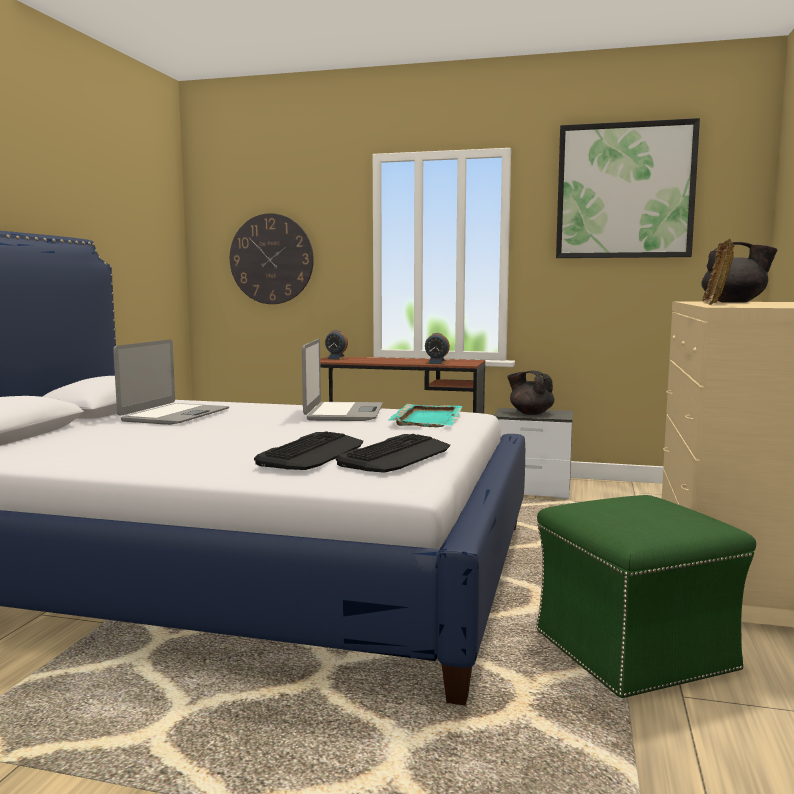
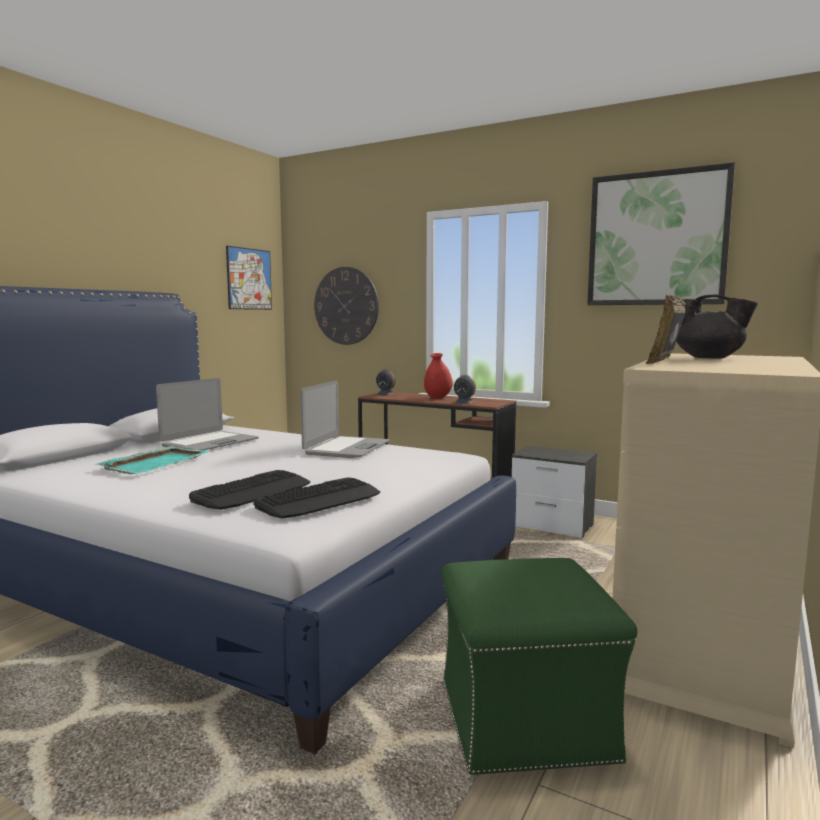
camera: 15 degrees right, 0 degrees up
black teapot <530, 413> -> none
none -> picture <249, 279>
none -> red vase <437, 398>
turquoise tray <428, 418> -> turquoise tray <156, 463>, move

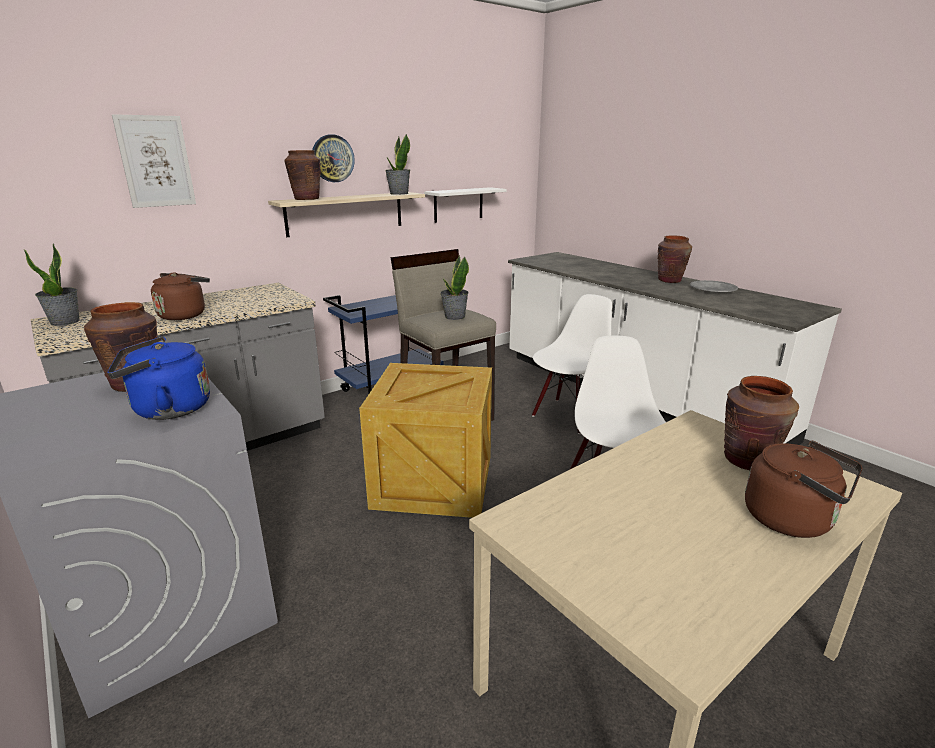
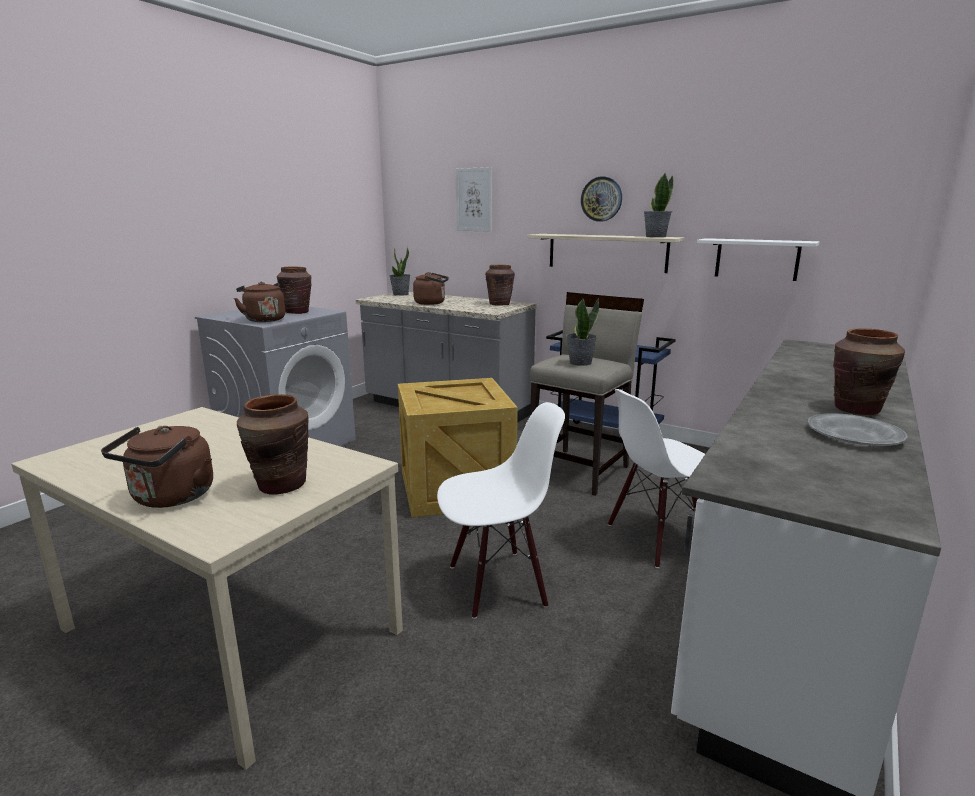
camera: 70 degrees right, 5 degrees down
brown vase <306, 199> -> brown vase <499, 304>, move
blue kettle <167, 410> -> brown kettle <264, 319>
white chair <568, 416> -> white chair <656, 538>, 135 degrees clockwise

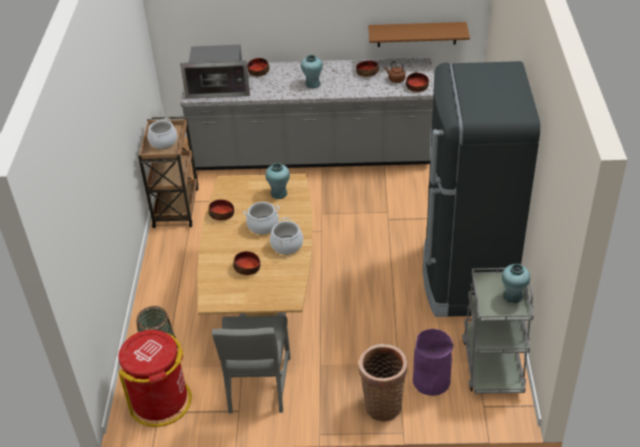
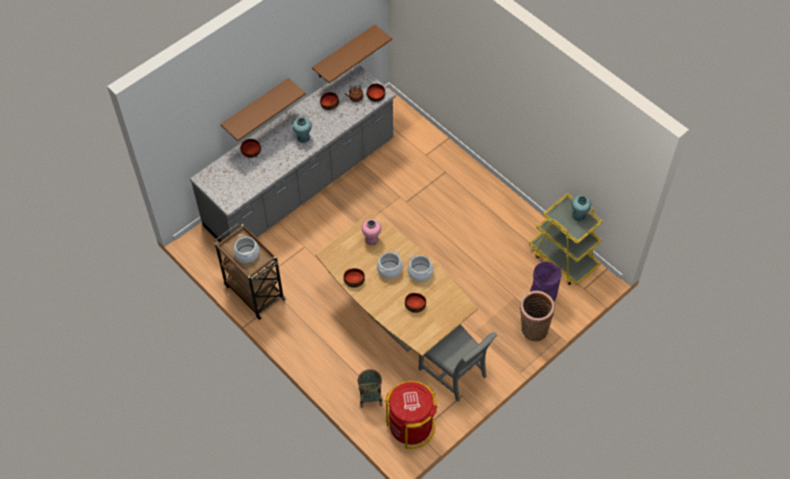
camera: 45 degrees left, 15 degrees up
microwave <219, 87> -> none
black fridge <466, 279> -> none
none -> brown shelf <256, 107>
turquoise vase <279, 193> -> pink vase <371, 239>
grey cart <492, 363> -> yellow cart <563, 259>

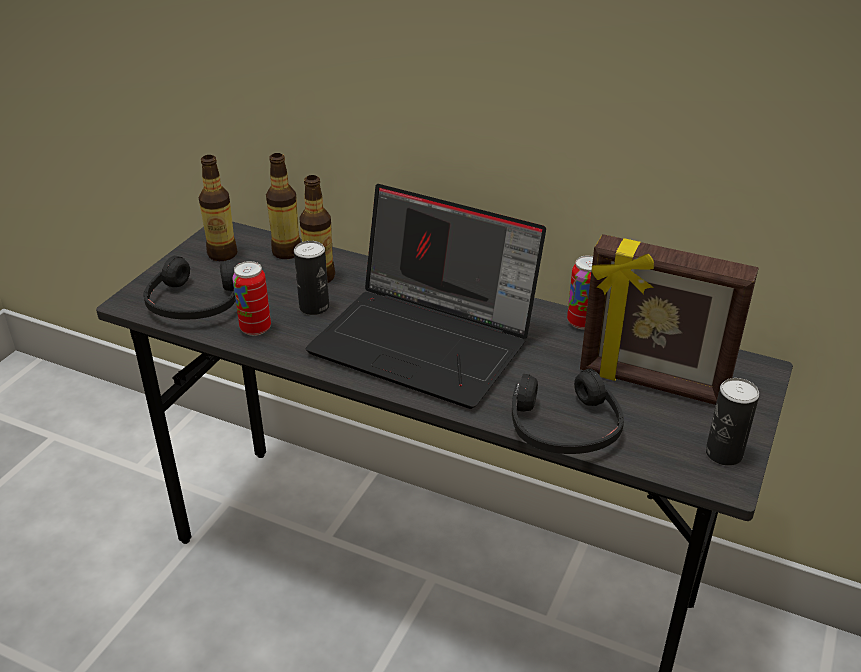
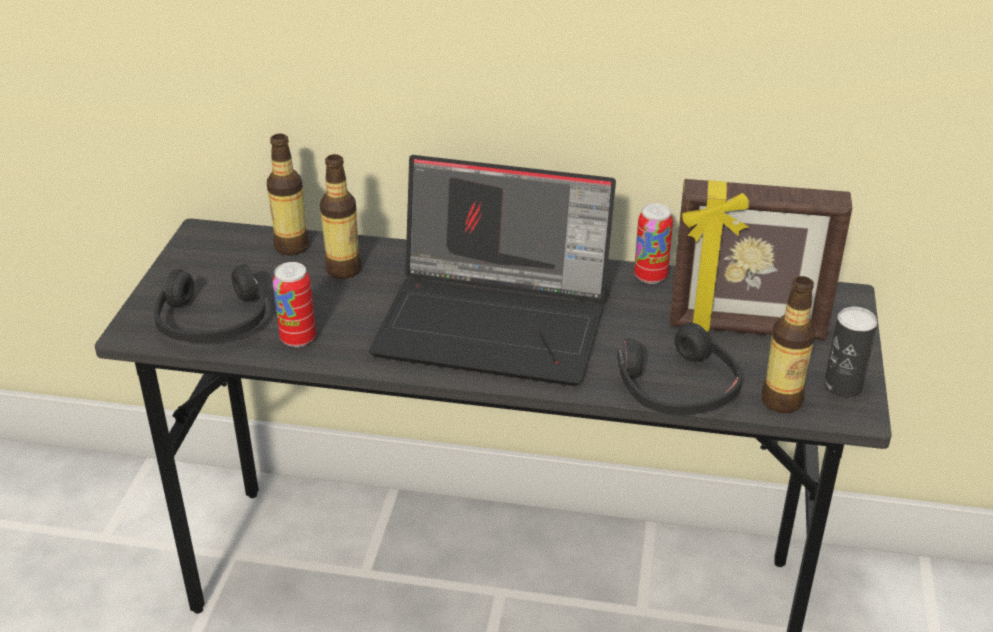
camera: 15 degrees left, 0 degrees up
can <314, 307> -> none
bottle <222, 254> -> bottle <781, 401>, move

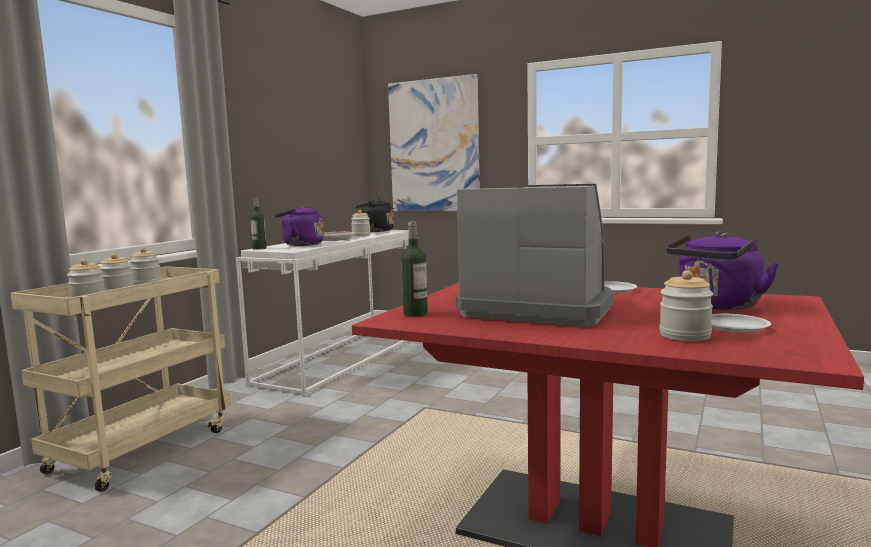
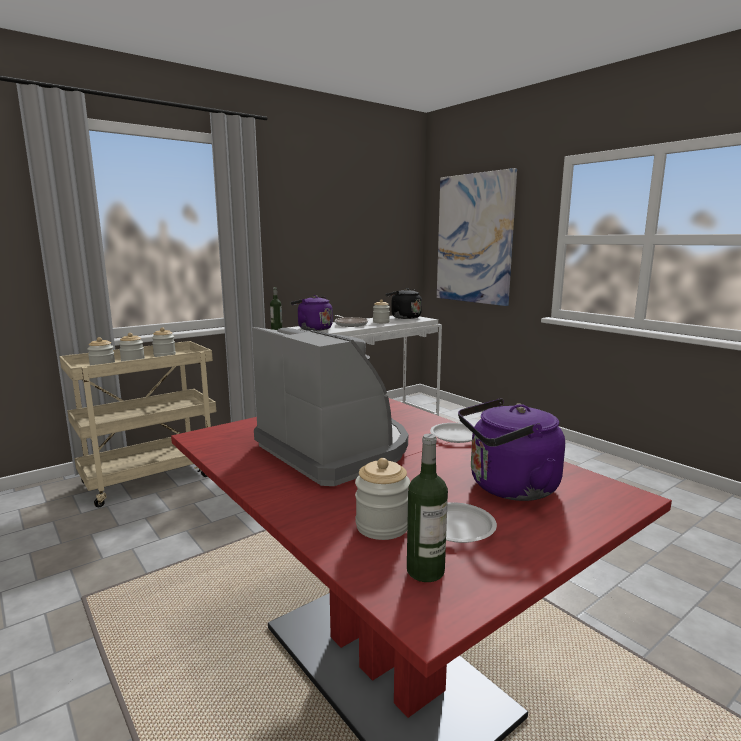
camera: 25 degrees right, 5 degrees up
bottle <415, 314> -> bottle <425, 571>, move

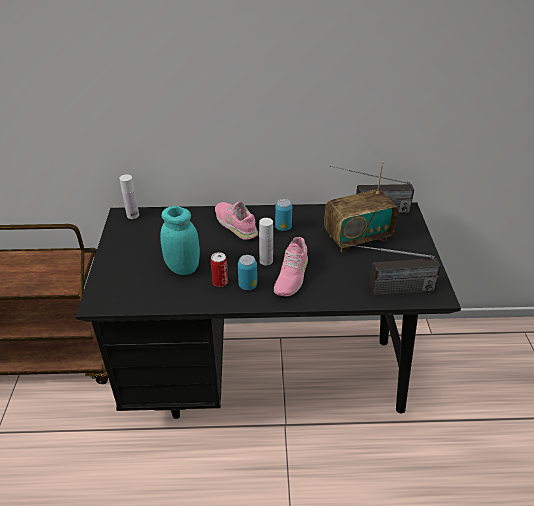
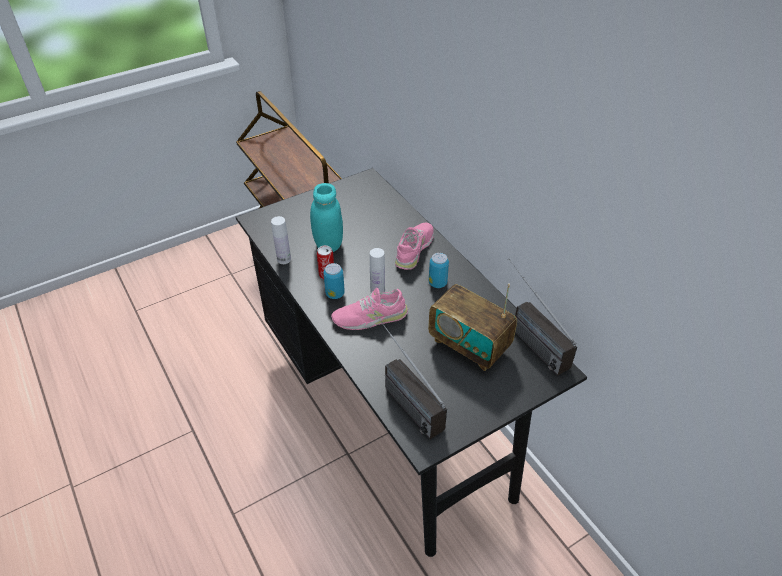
camera: 60 degrees right, 5 degrees up
white bottle <133, 215> -> white bottle <284, 259>, move

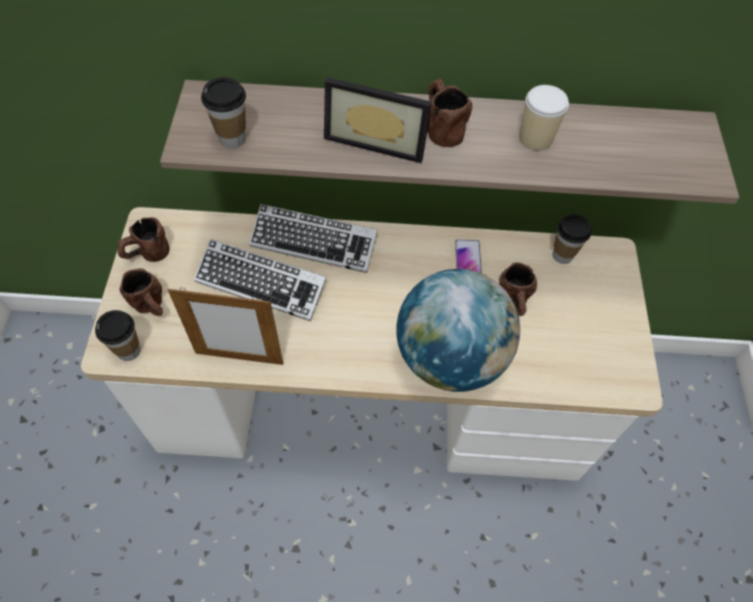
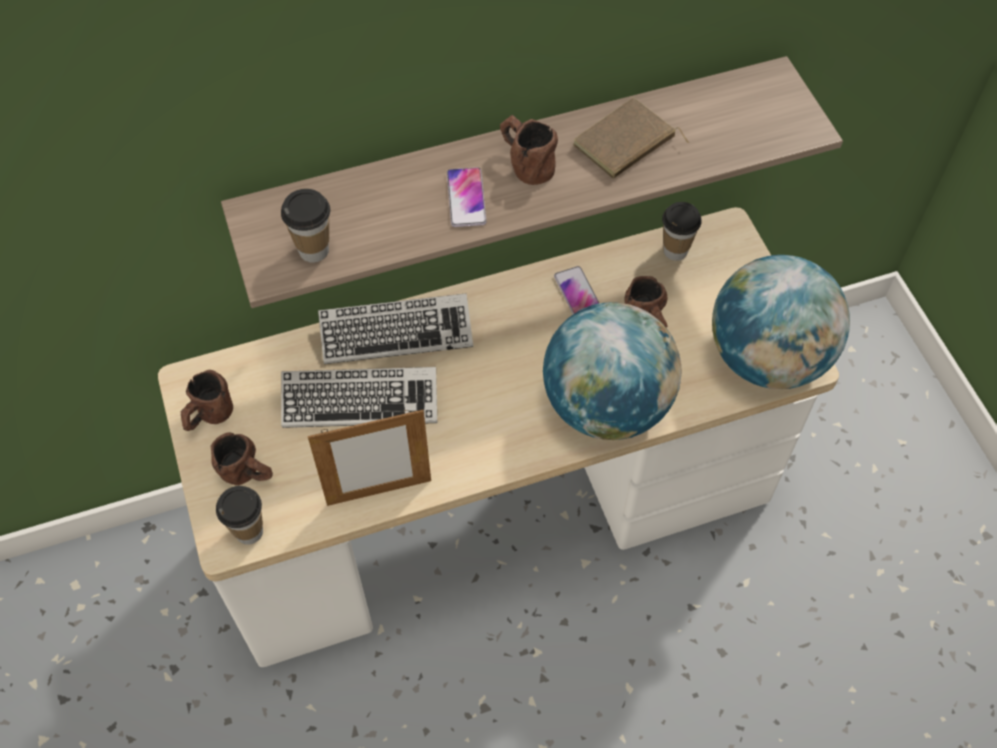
camera: 20 degrees left, 0 degrees up
none -> globe <766, 358>
picture frame <377, 138> -> phone <466, 198>
cup <535, 138> -> brown book <625, 144>

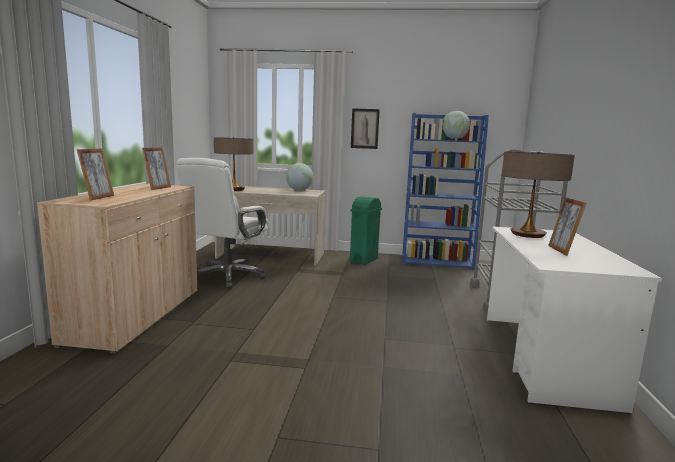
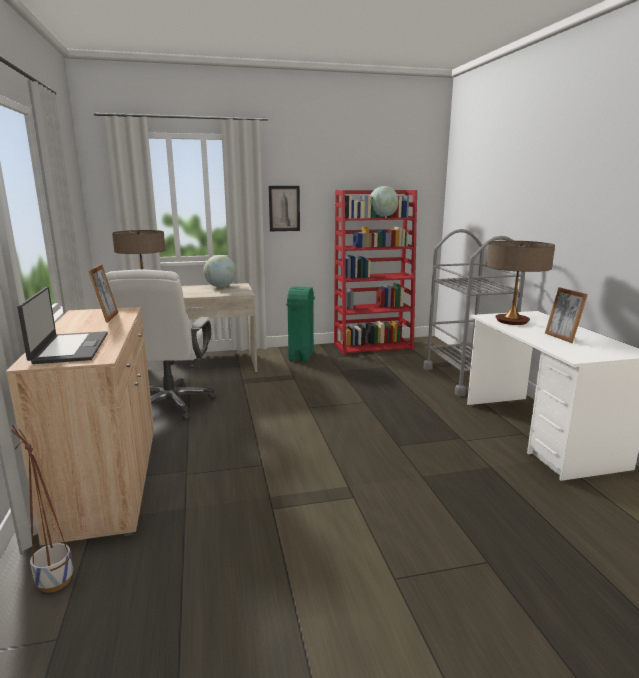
camera: 20 degrees left, 5 degrees up
none -> planter <54, 582>
picture frame <98, 197> -> laptop <69, 348>
blue bookcase <437, 262> -> red bookcase <373, 346>

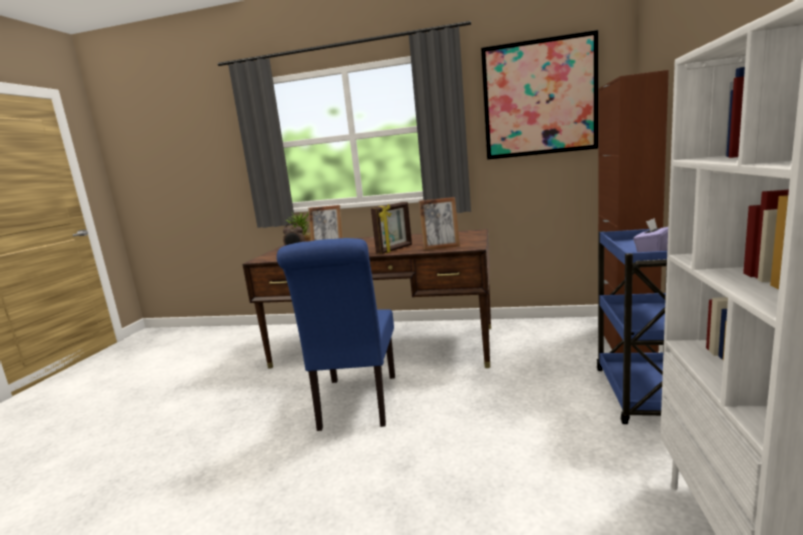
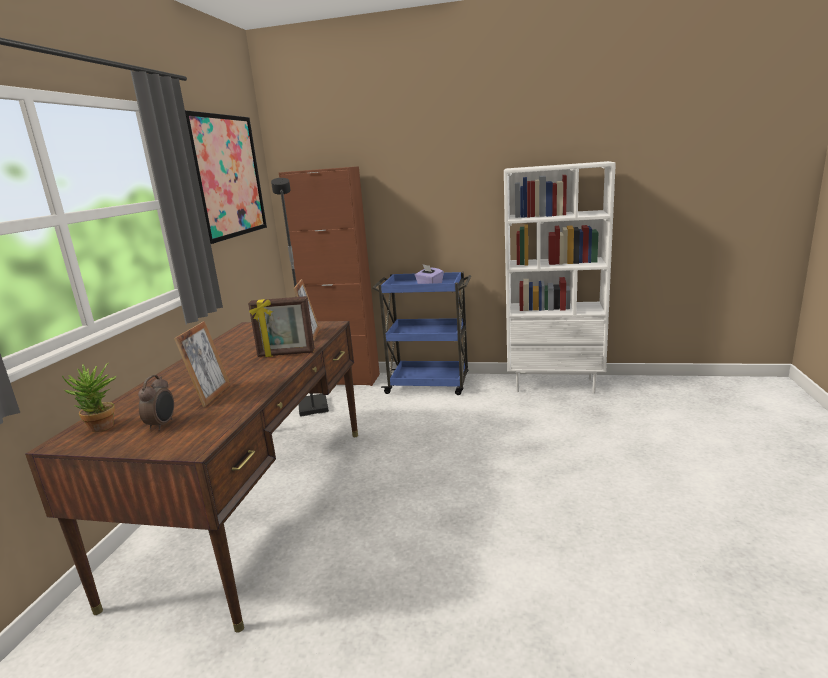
camera: 90 degrees left, 5 degrees up
blue chair <356, 405> -> none
none -> black floor lamp <312, 407>
picture frame <395, 249> -> picture frame <286, 354>, 135 degrees clockwise

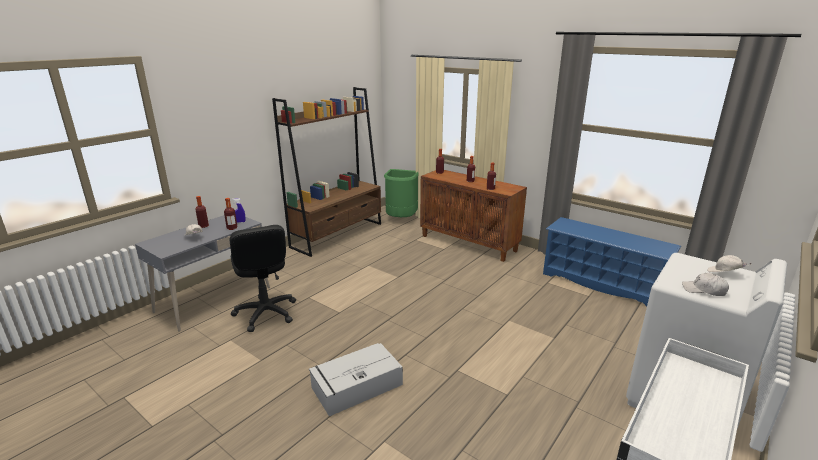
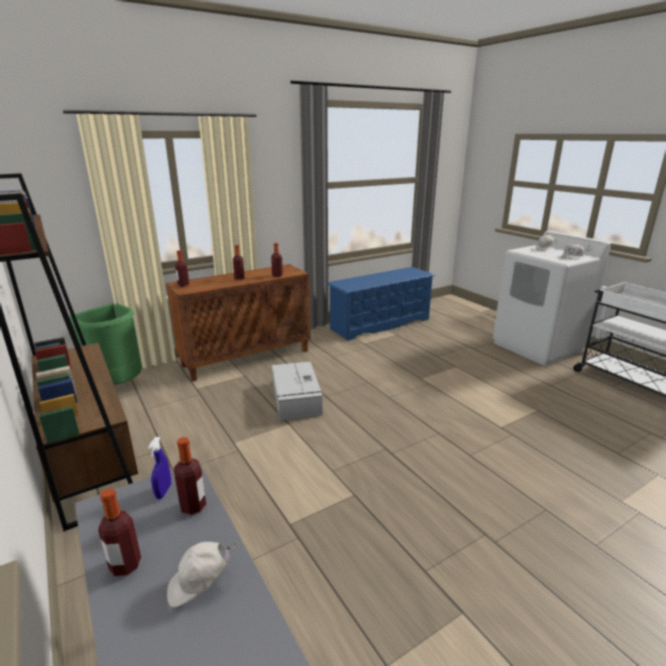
camera: 70 degrees left, 0 degrees up
black office chair <265, 313> -> none
grey storage box <355, 386> -> grey storage box <296, 398>, move

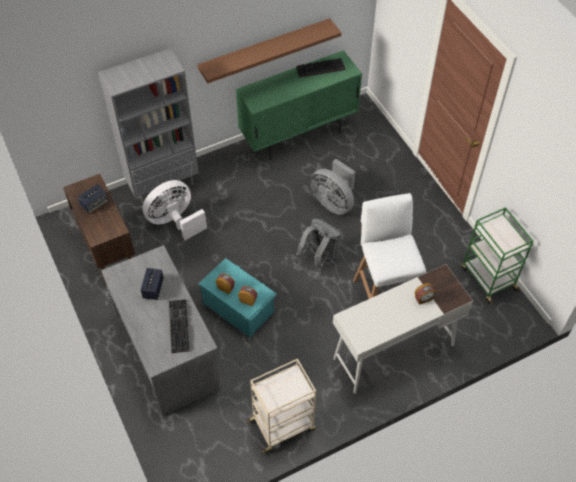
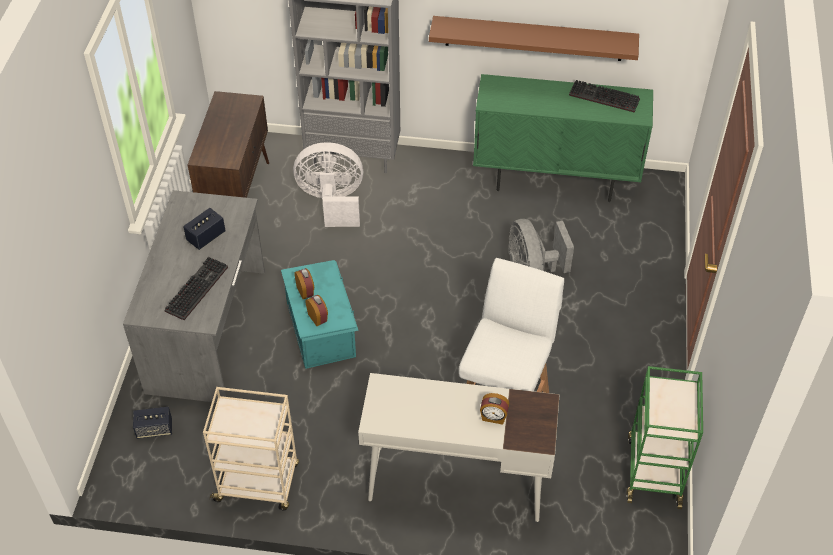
camera: 35 degrees right, 5 degrees down
grey backpack <320, 259> -> none
speaker <94, 204> -> speaker <154, 429>, move

